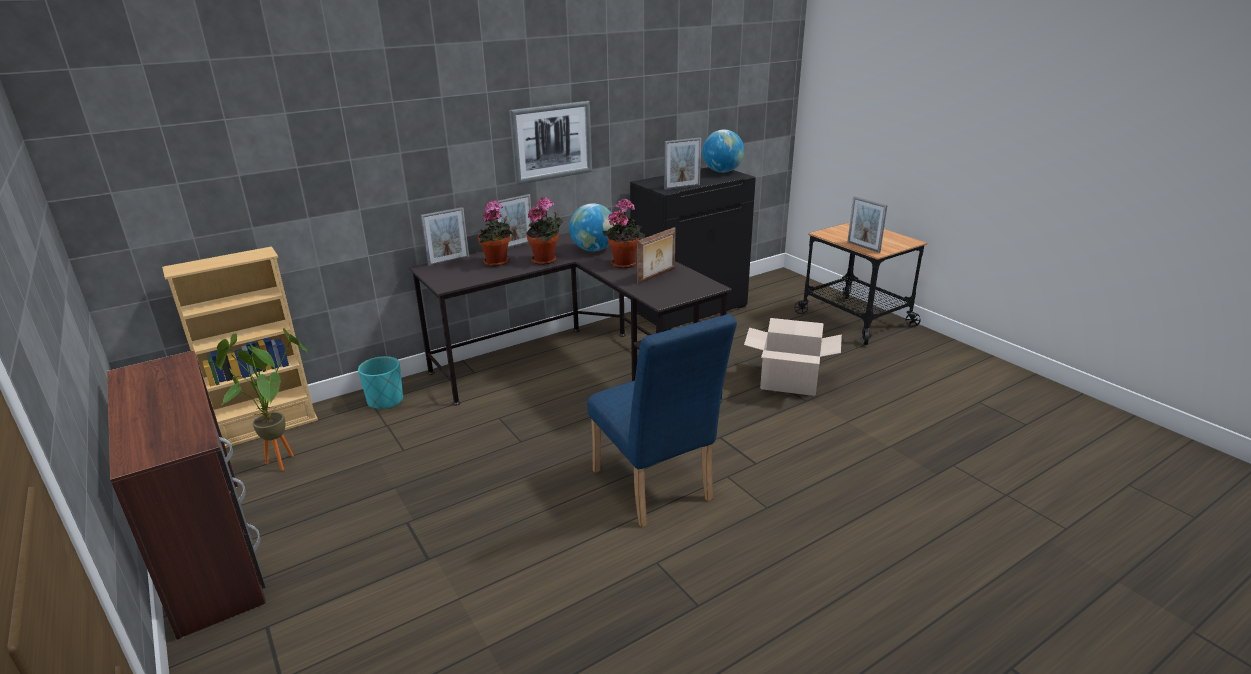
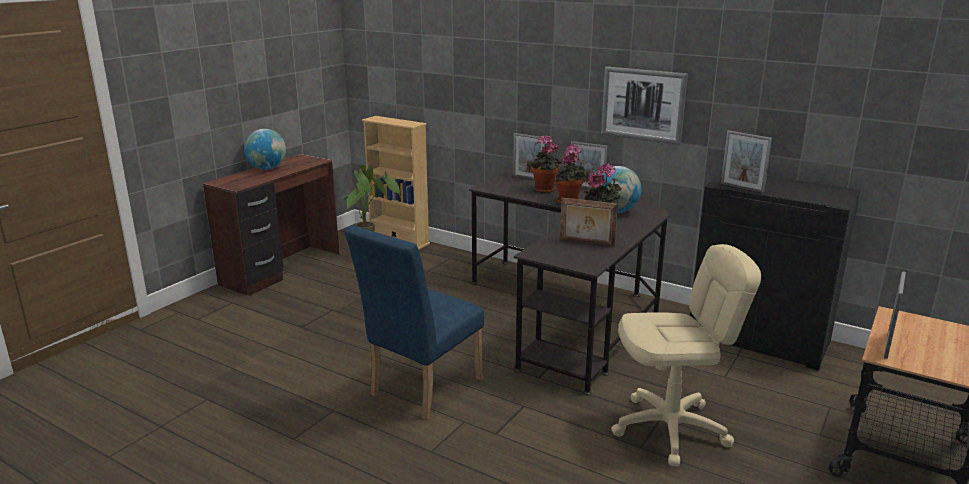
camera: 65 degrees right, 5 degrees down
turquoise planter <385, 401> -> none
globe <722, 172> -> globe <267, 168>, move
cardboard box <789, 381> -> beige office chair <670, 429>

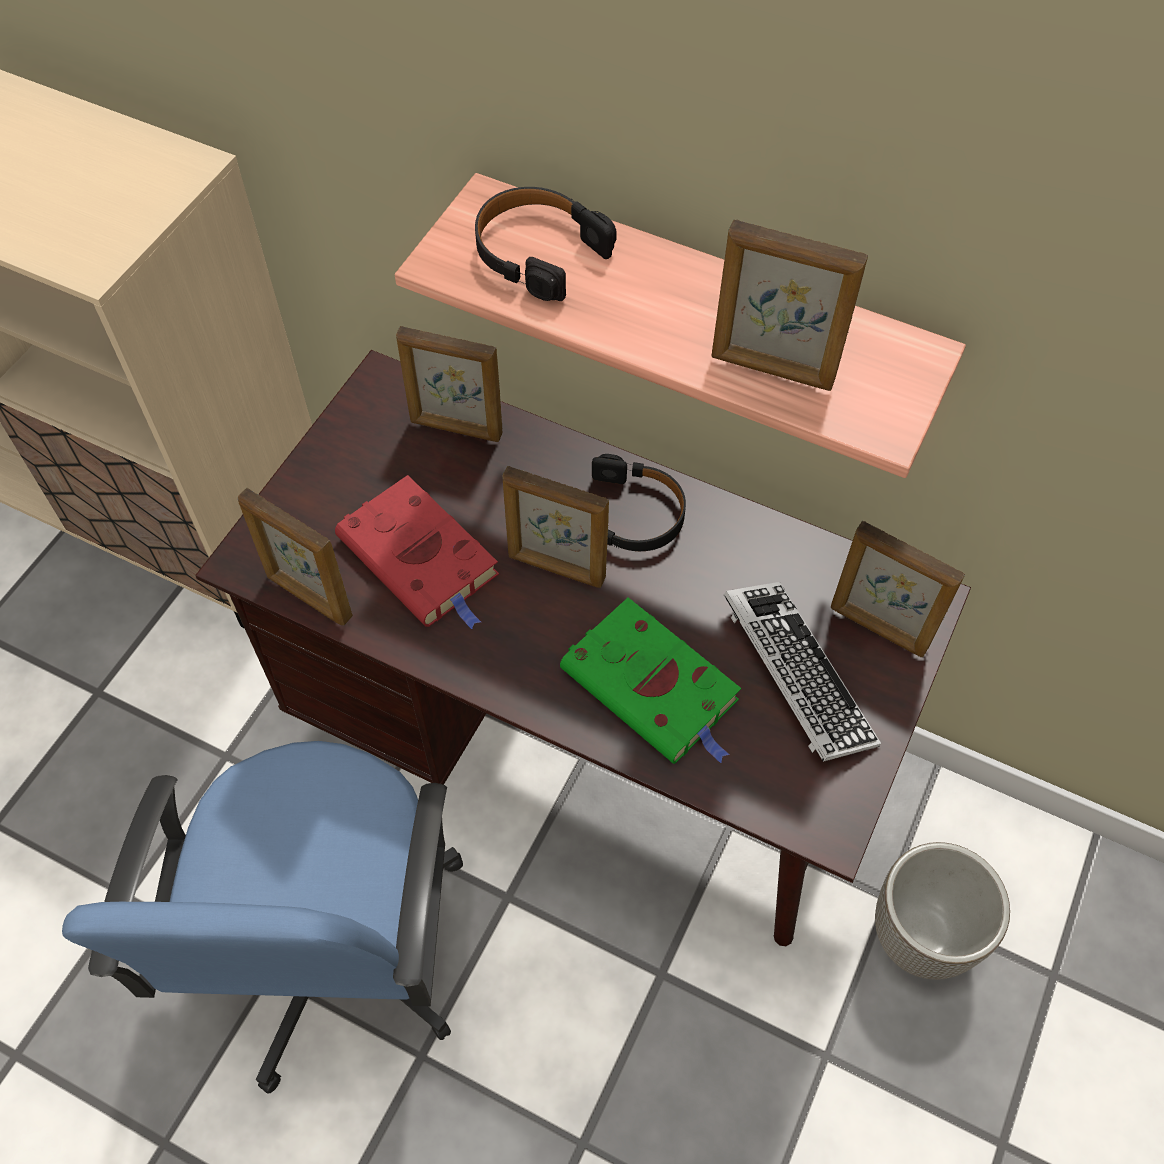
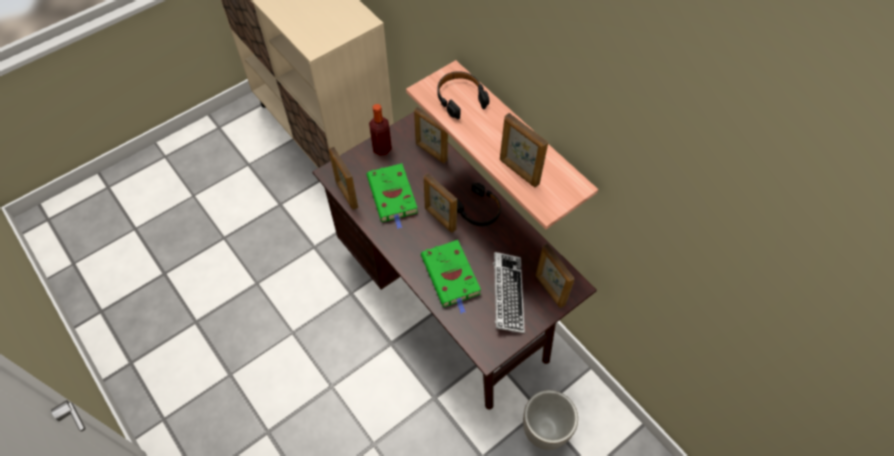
camera: 25 degrees right, 0 degrees up
blue office chair <331, 949> -> none
none -> bottle <382, 148>
red book <422, 559> -> green book <393, 196>

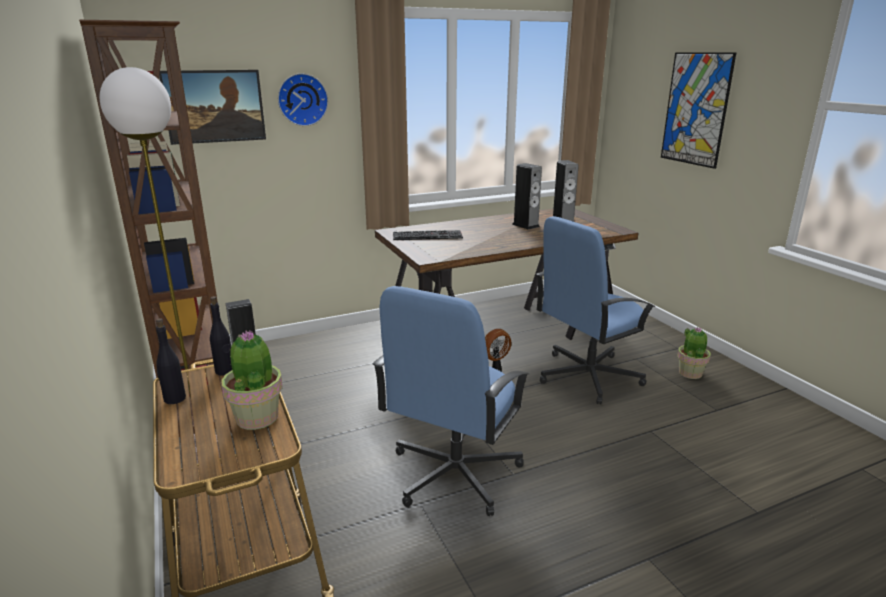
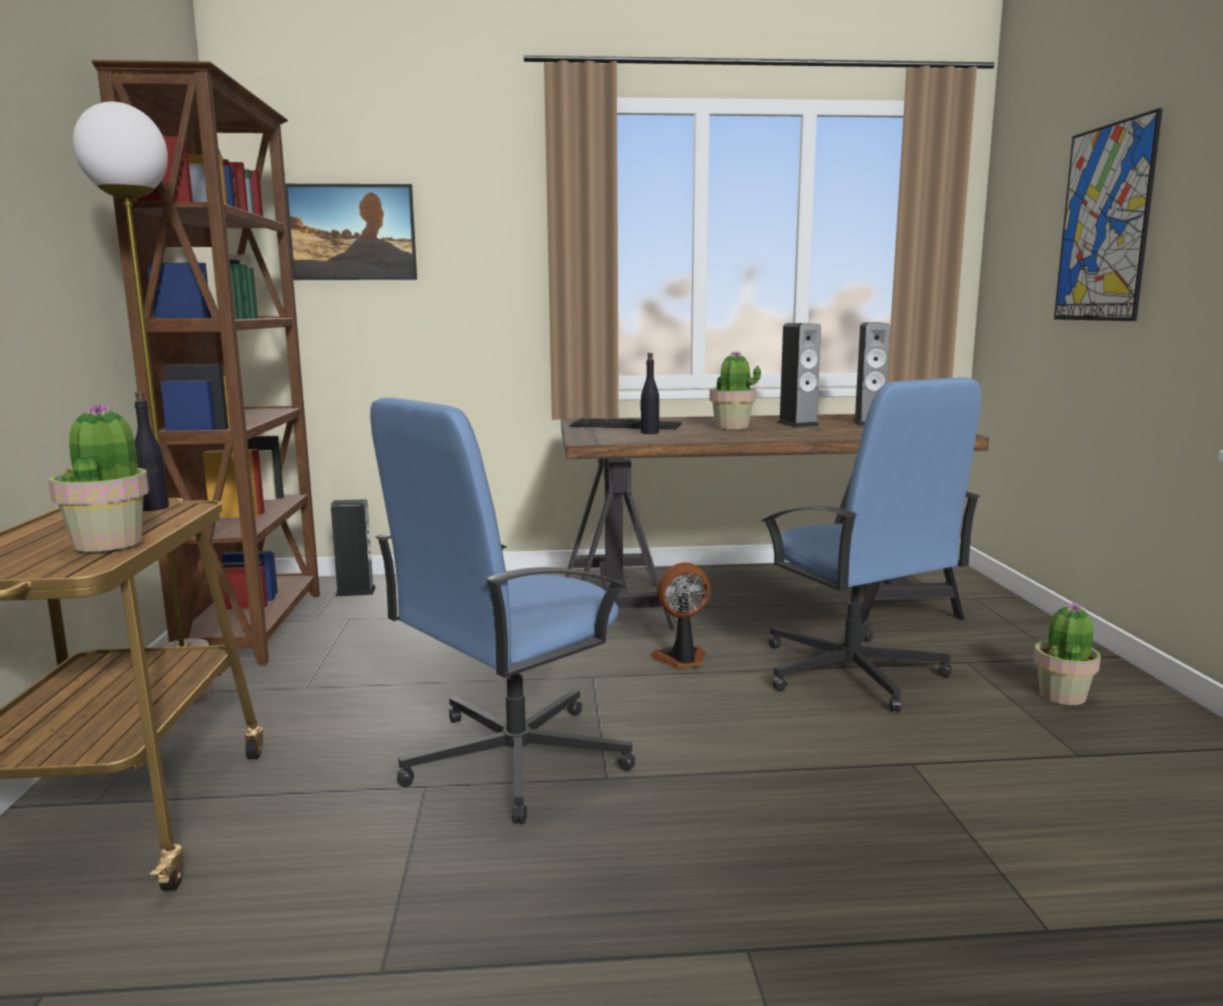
camera: 20 degrees right, 10 degrees down
wall clock <302, 99> -> none
none -> potted plant <732, 427>
black bottle <174, 399> -> black bottle <649, 432>, move
blue office chair <587, 376> -> blue office chair <852, 673>, 105 degrees counterclockwise

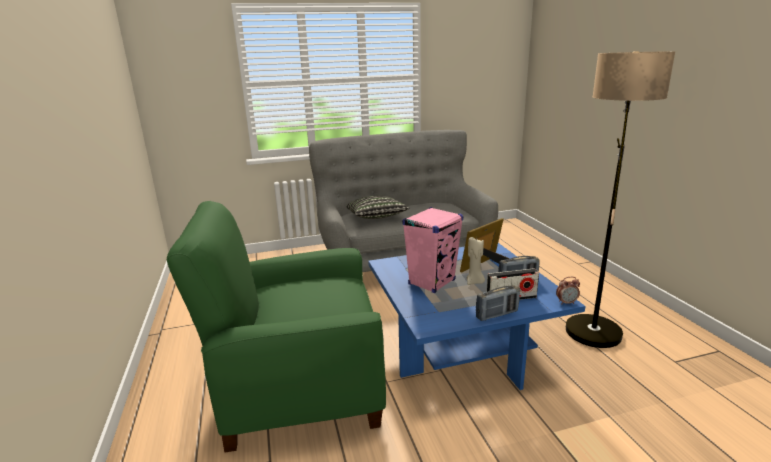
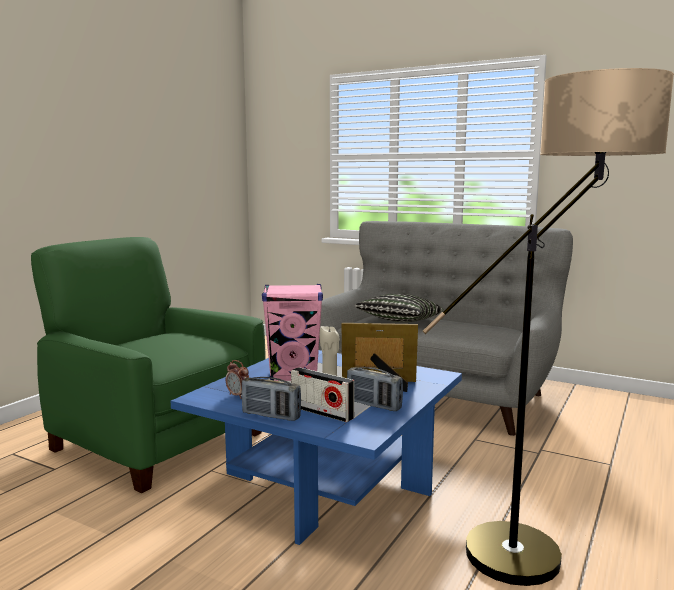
camera: 45 degrees right, 10 degrees down
alarm clock <566, 303> -> alarm clock <238, 395>, move

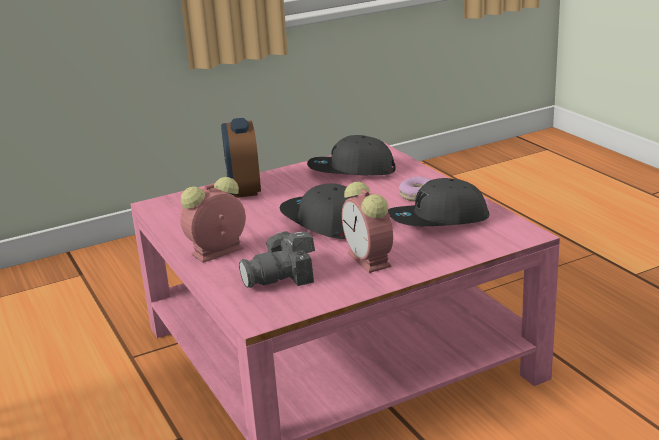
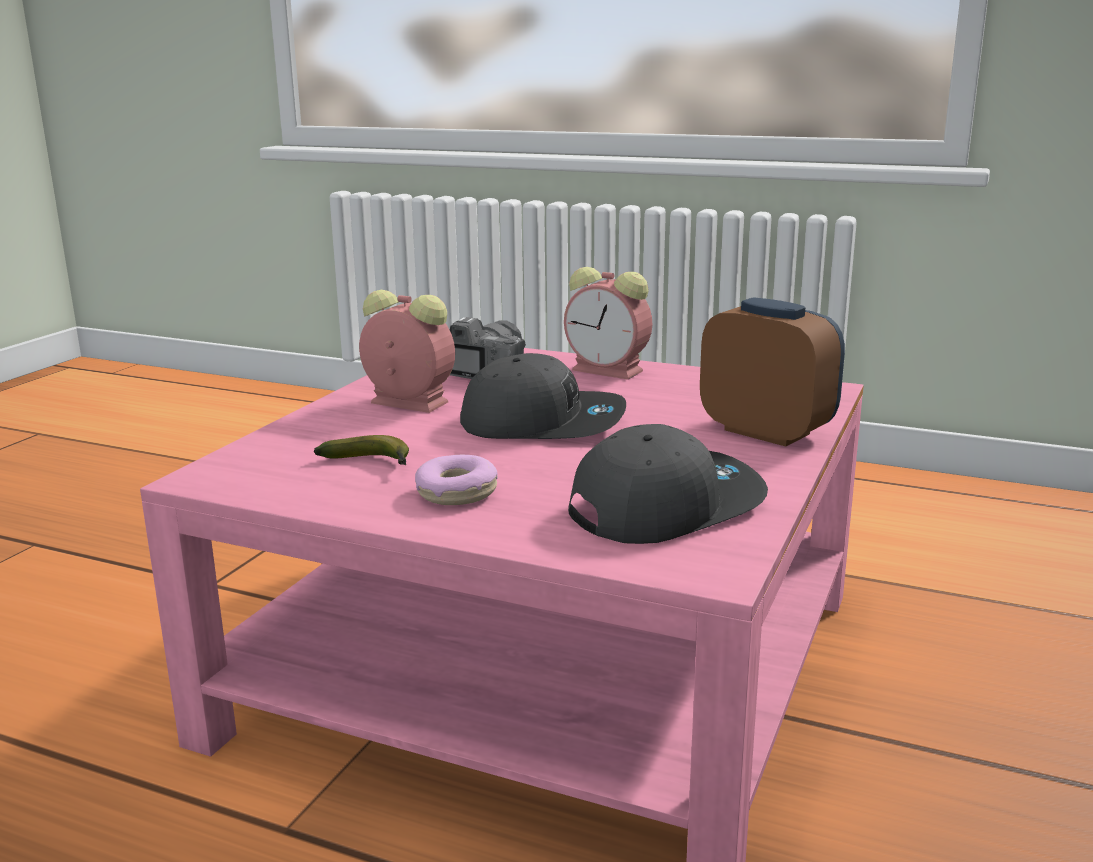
camera: 140 degrees right, 5 degrees down
grey cap <438, 220> -> banana <371, 464>
alarm clock <216, 252> -> alarm clock <610, 370>, 105 degrees clockwise

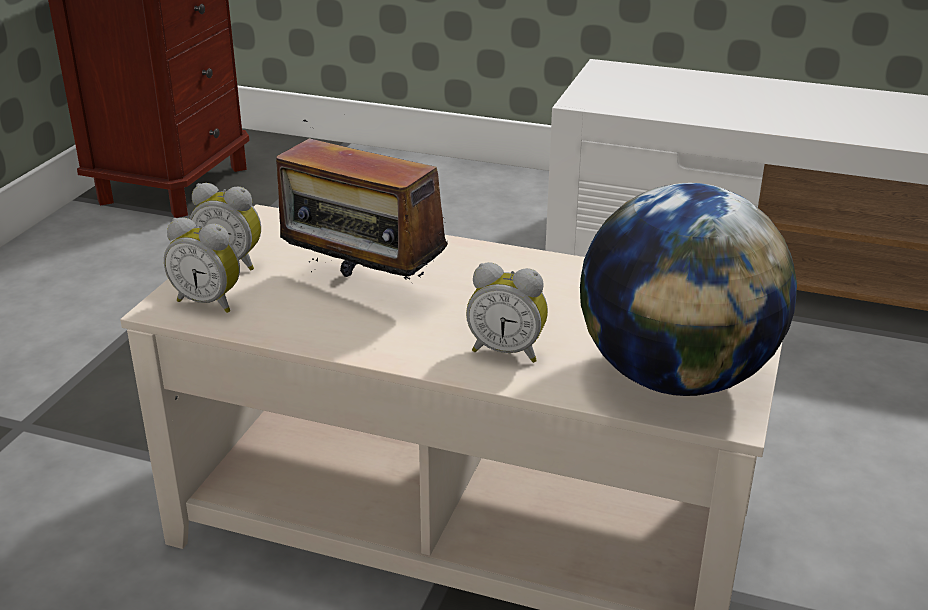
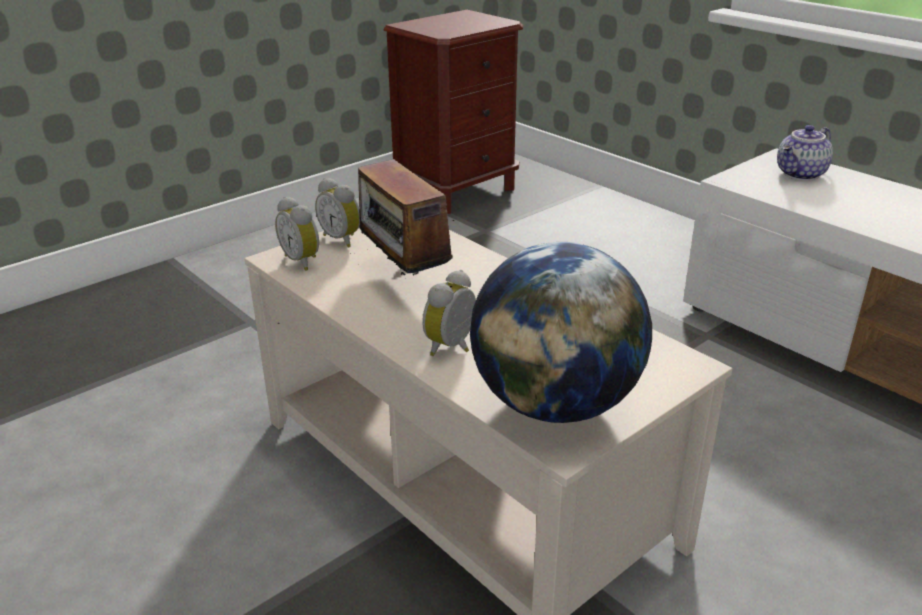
camera: 30 degrees right, 0 degrees up
none -> teapot <801, 175>
alarm clock <507, 350> -> alarm clock <453, 347>, 75 degrees clockwise

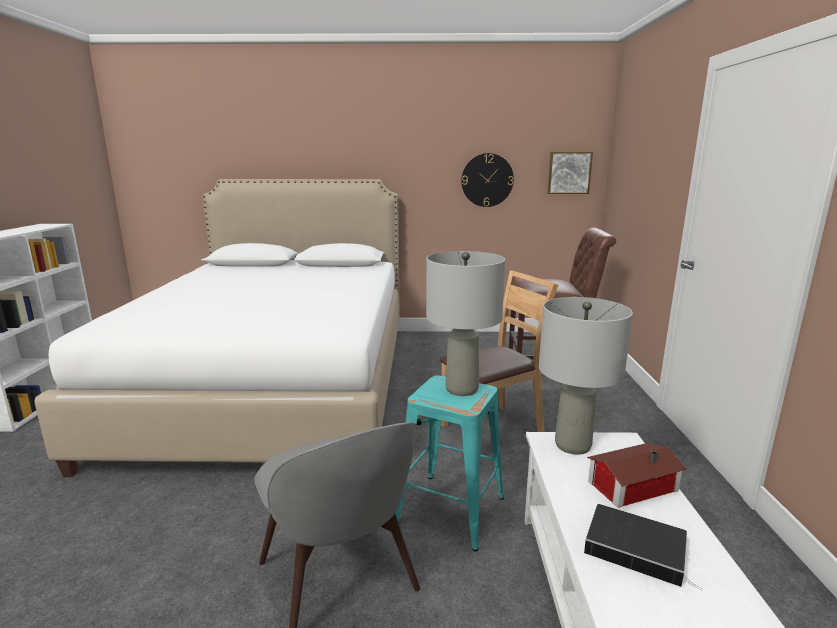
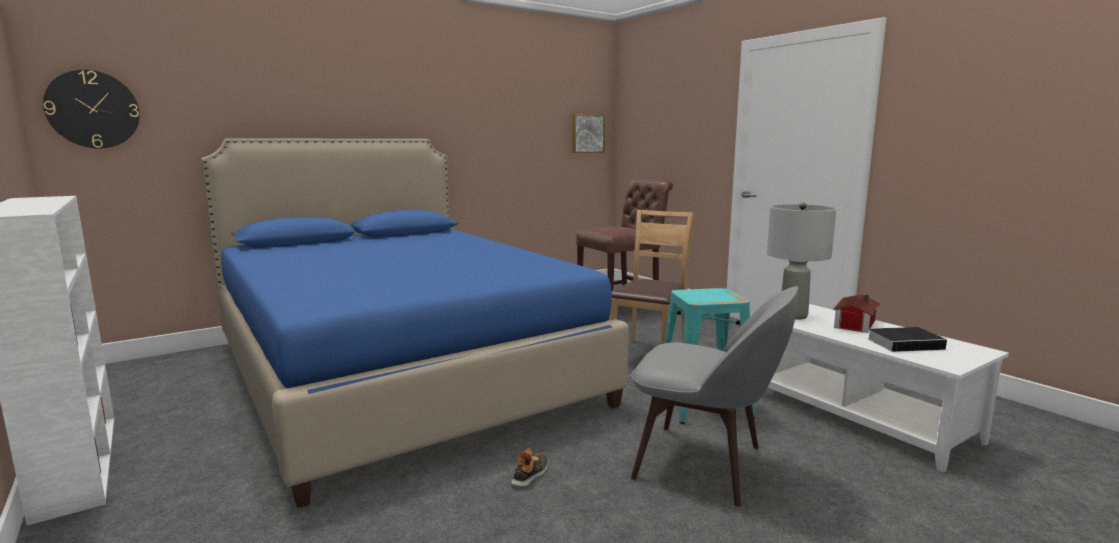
camera: 35 degrees left, 5 degrees down
grey table lamp <462, 389> -> none
none -> shoe <530, 474>
wall clock <487, 180> -> wall clock <93, 109>, move
white bed <277, 384> -> blue bed <399, 372>

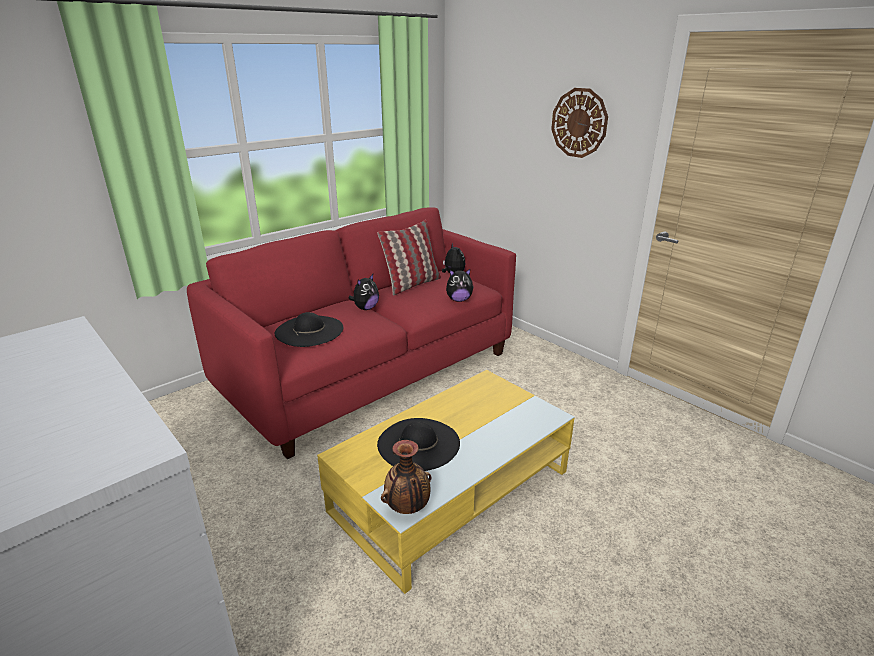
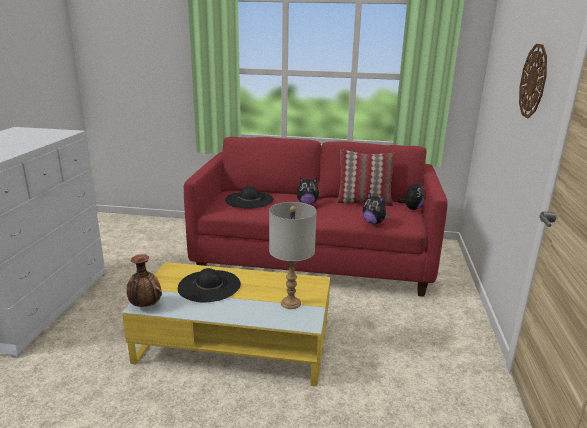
camera: 50 degrees right, 5 degrees down
none -> grey table lamp <291, 303>

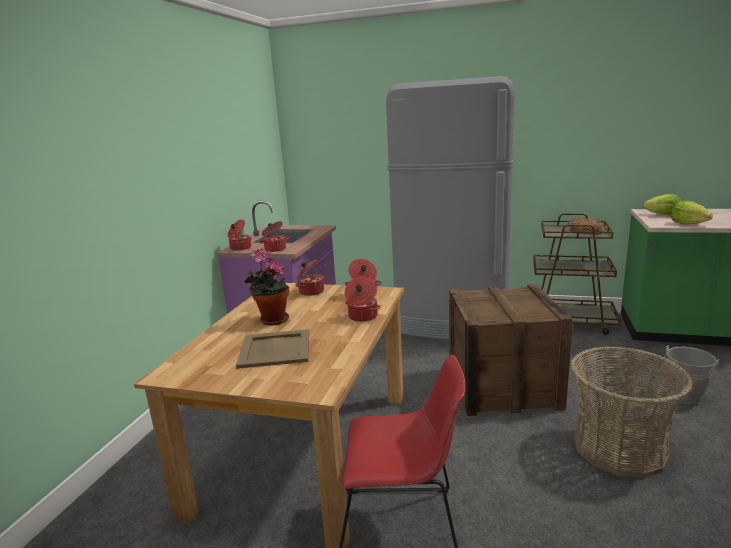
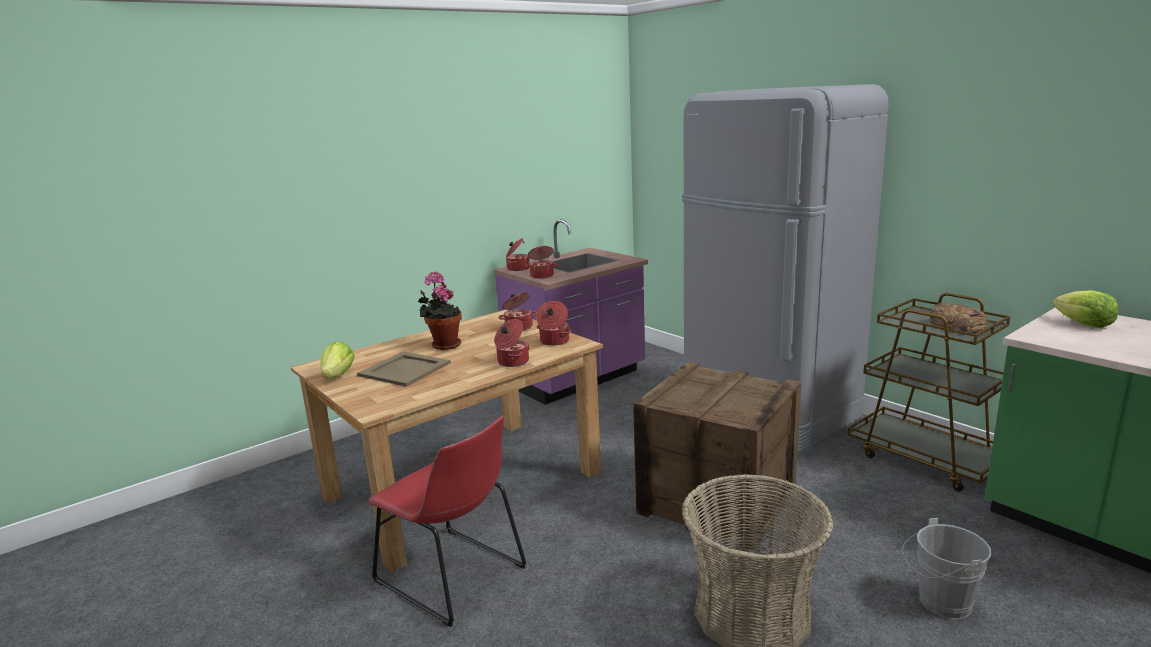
camera: 35 degrees right, 0 degrees up
lettuce <688, 223> -> lettuce <337, 376>, move

